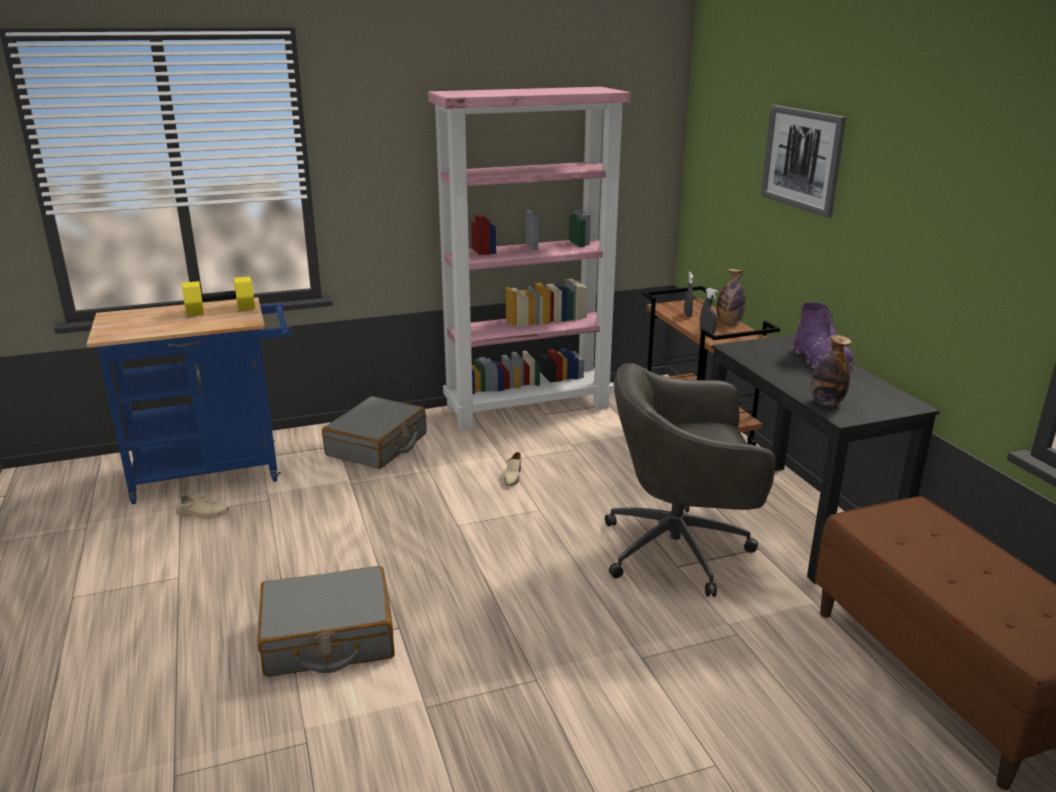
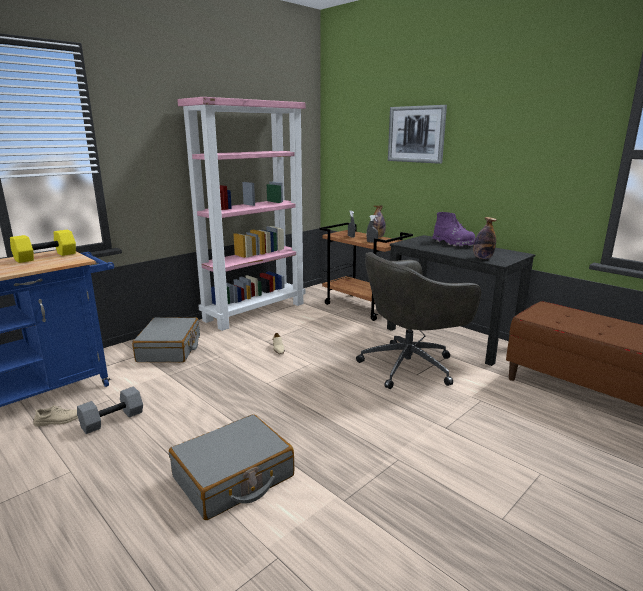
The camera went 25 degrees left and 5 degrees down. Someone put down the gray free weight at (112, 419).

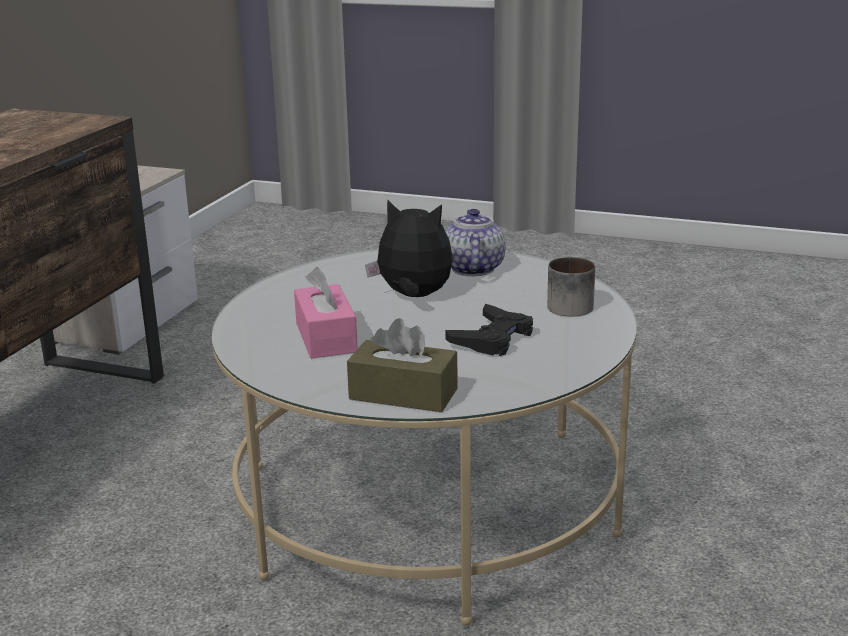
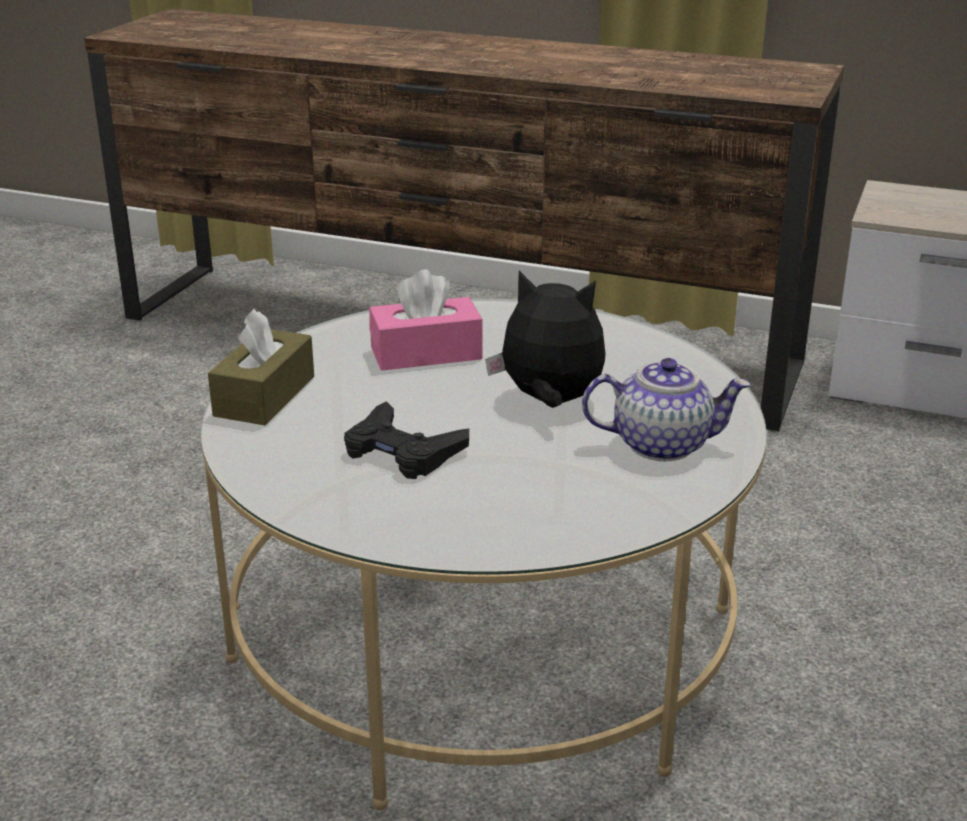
The camera went 90 degrees right and 5 degrees up. Someone took away the mug at (567, 305). Someone rotated the plush toy at (413, 297) by 90 degrees counterclockwise.

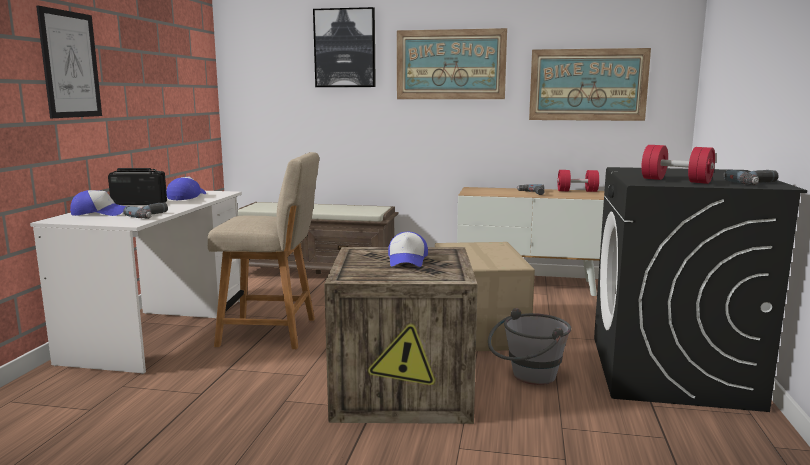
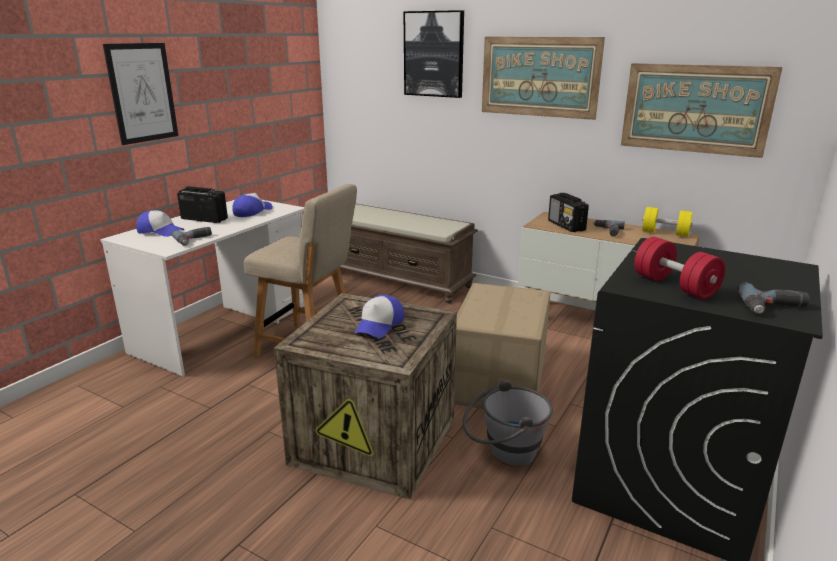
The camera went 20 degrees right and 10 degrees up. Someone put down the radio set at (566, 226). Someone repainted the reddish free weight at (577, 191), which became the yellow-coloured free weight at (665, 233).

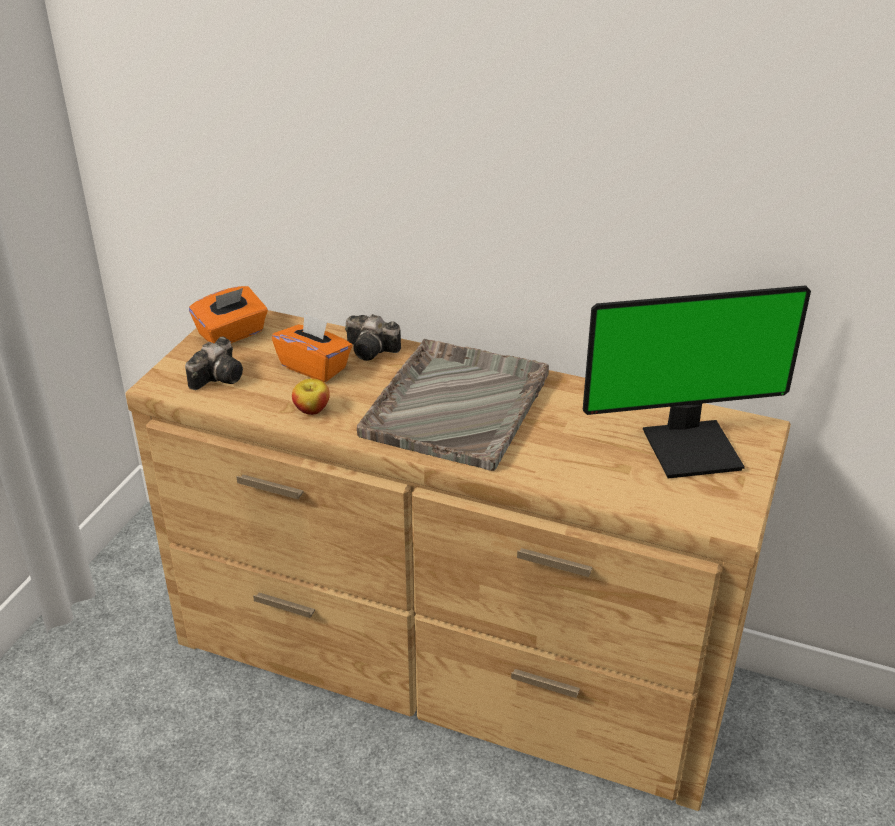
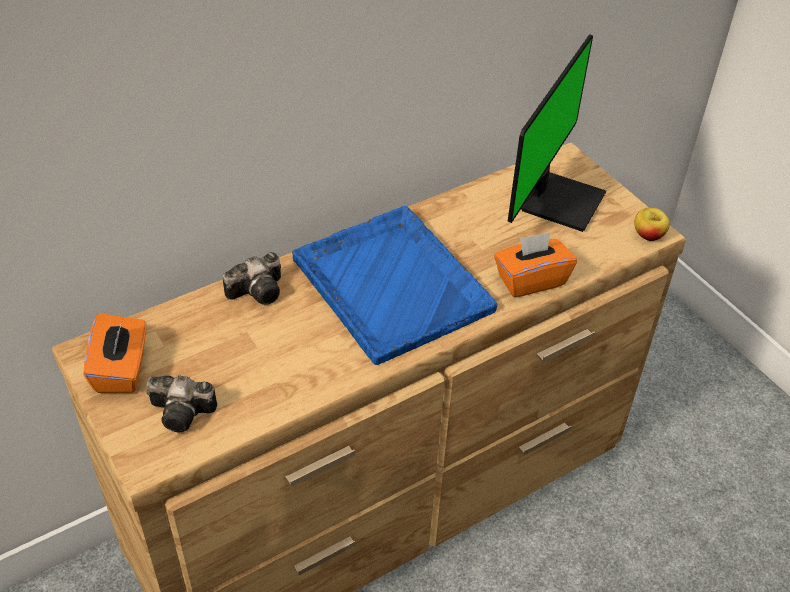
The camera went 55 degrees left and 10 degrees up. Someone carried the orange box of tissues from (314, 367) to (531, 280). Someone carried the apple from (312, 409) to (648, 235). Someone repainted the gray tray at (457, 404), which became the blue tray at (391, 283). Someone rotated the still camera at (219, 376) by 120 degrees clockwise.

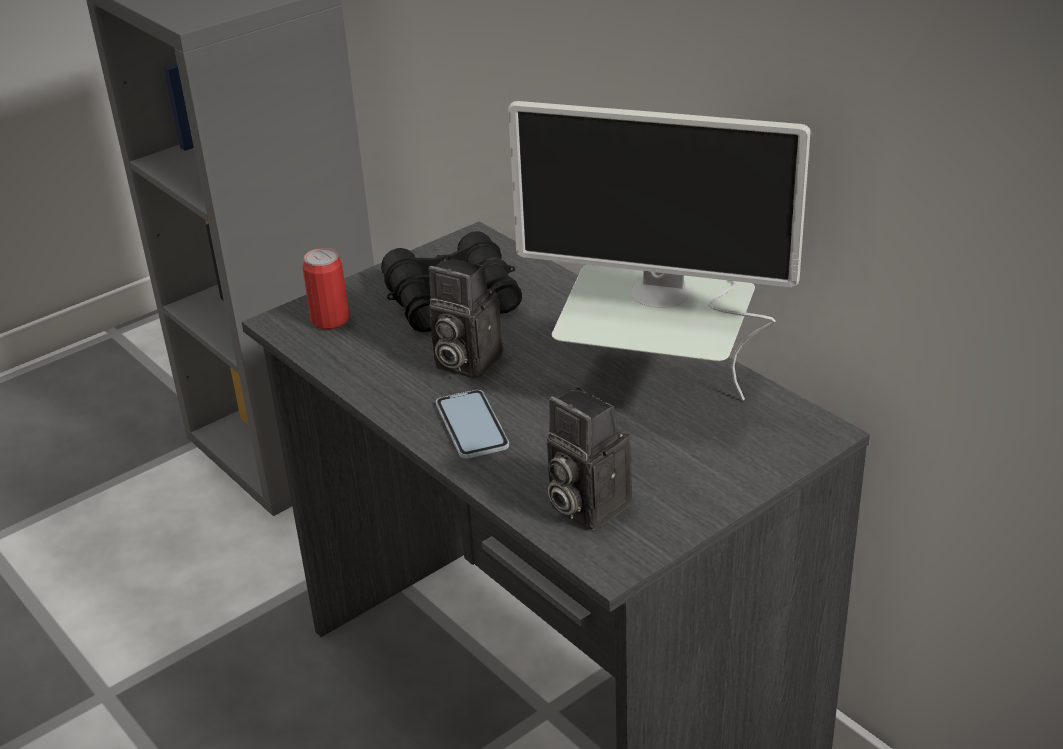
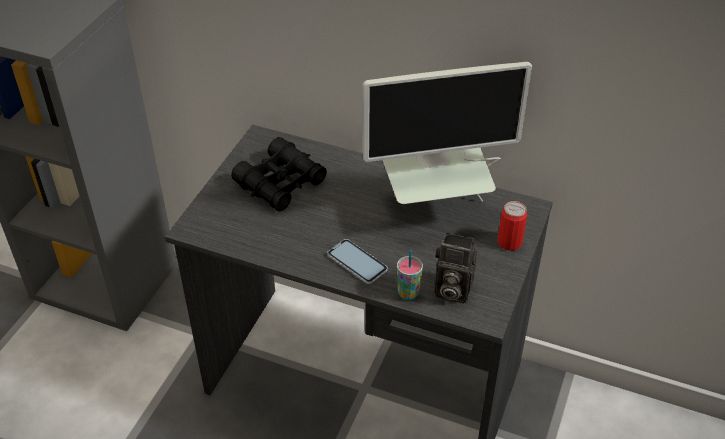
The camera went 30 degrees left and 10 degrees up. Someone took away the still camera at (463, 362). Someone put down the drinking cup at (408, 293). Someone carried the can from (330, 320) to (509, 242).

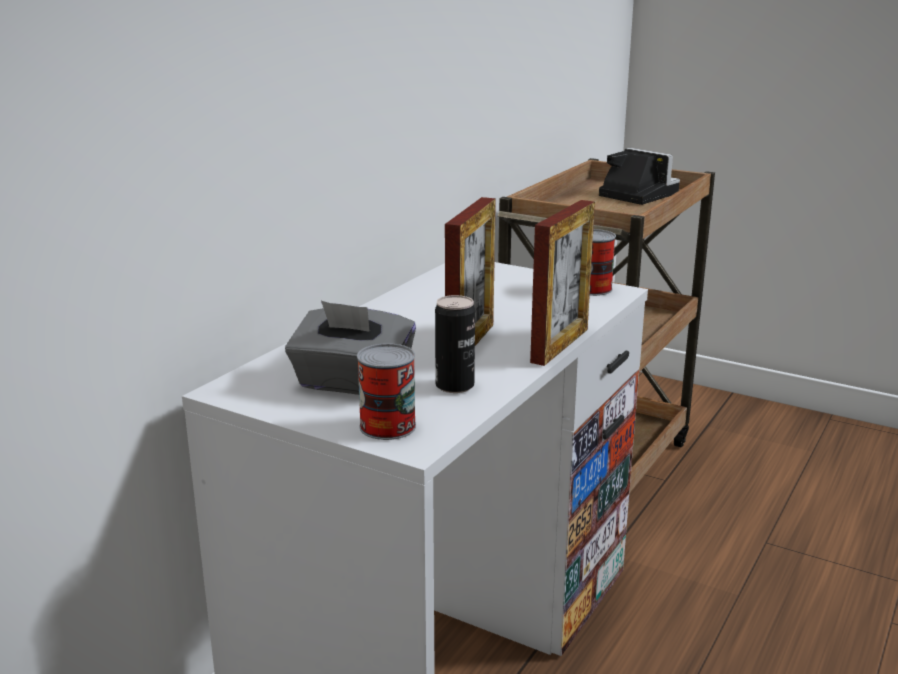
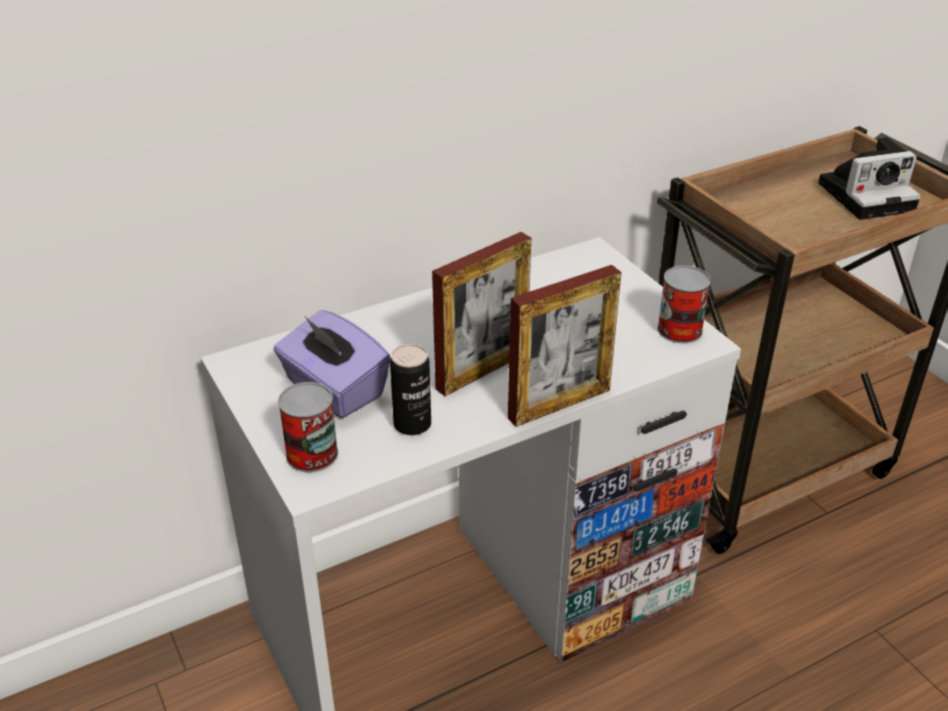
The camera went 30 degrees right and 15 degrees up. Someone repainted the gray box of tissues at (352, 383), which became the purplish box of tissues at (334, 390). Someone rotated the still camera at (635, 194) by 90 degrees clockwise.

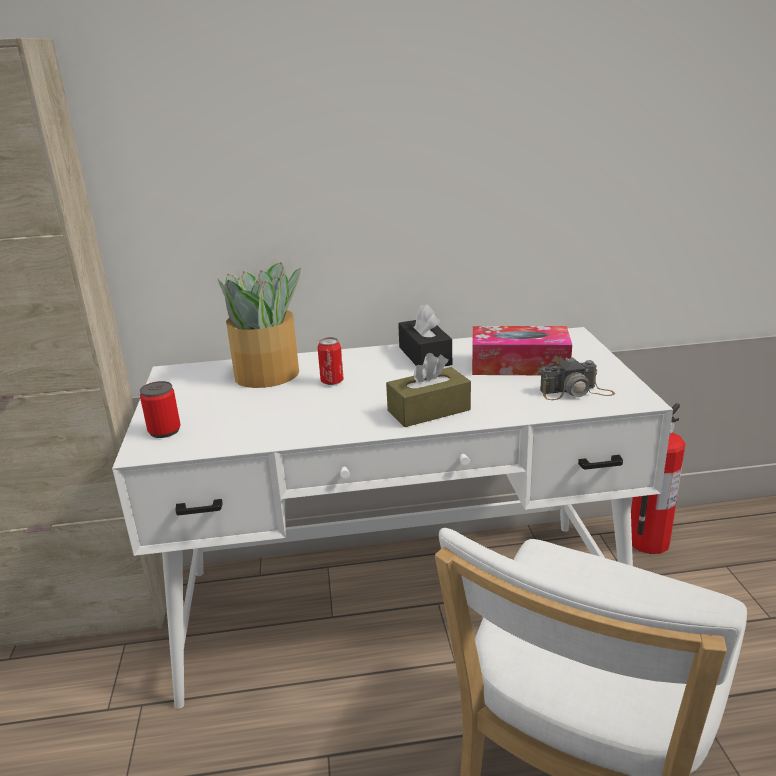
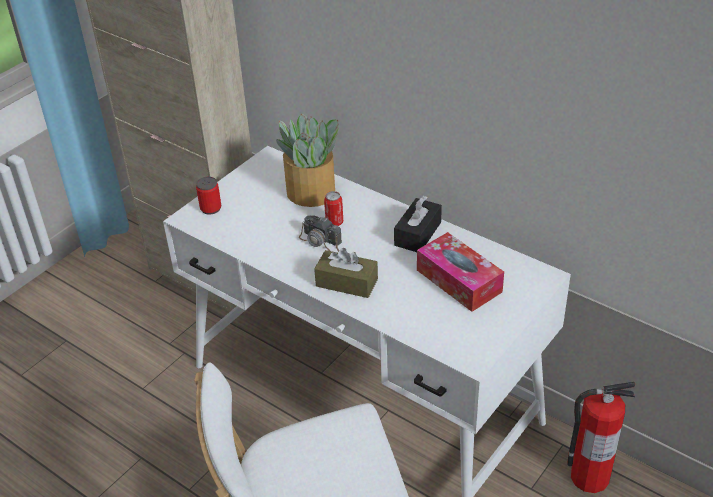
The camera went 45 degrees right and 15 degrees up. Someone carried the still camera from (576, 392) to (322, 242).

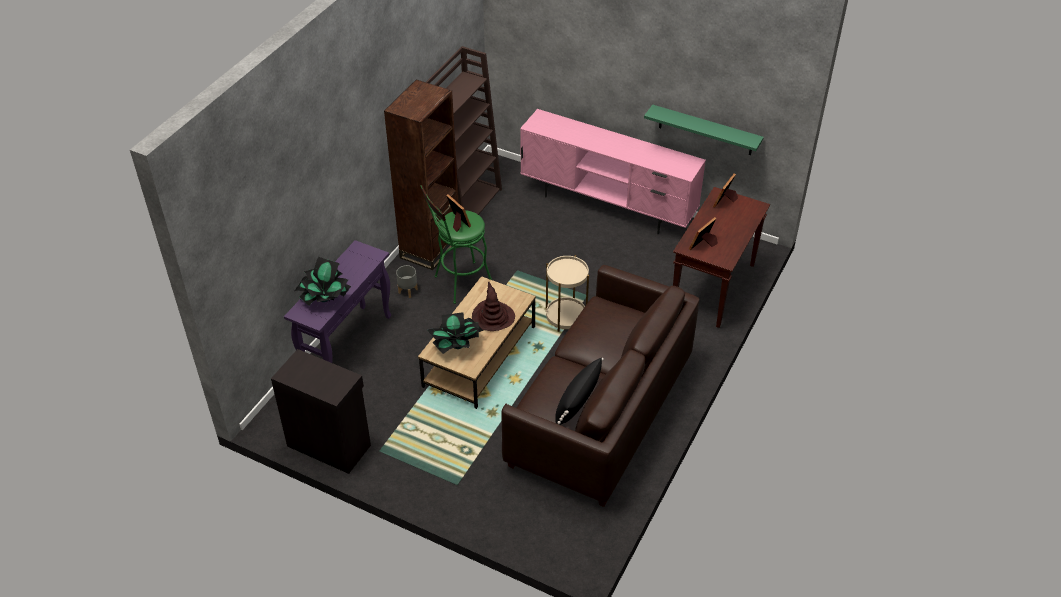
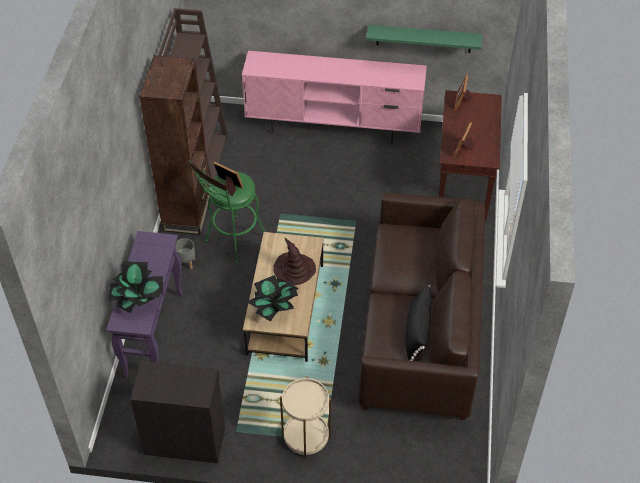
The camera went 20 degrees left and 5 degrees up. Someone carried the beige-coloured accent table from (566, 317) to (306, 437).

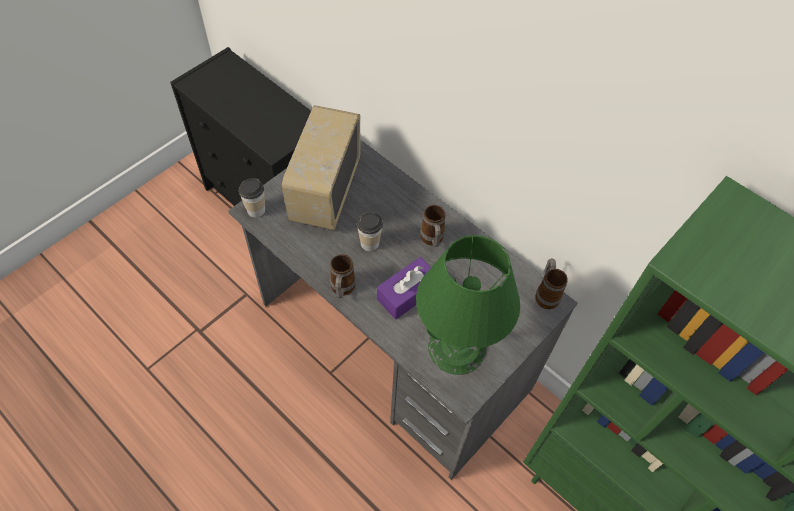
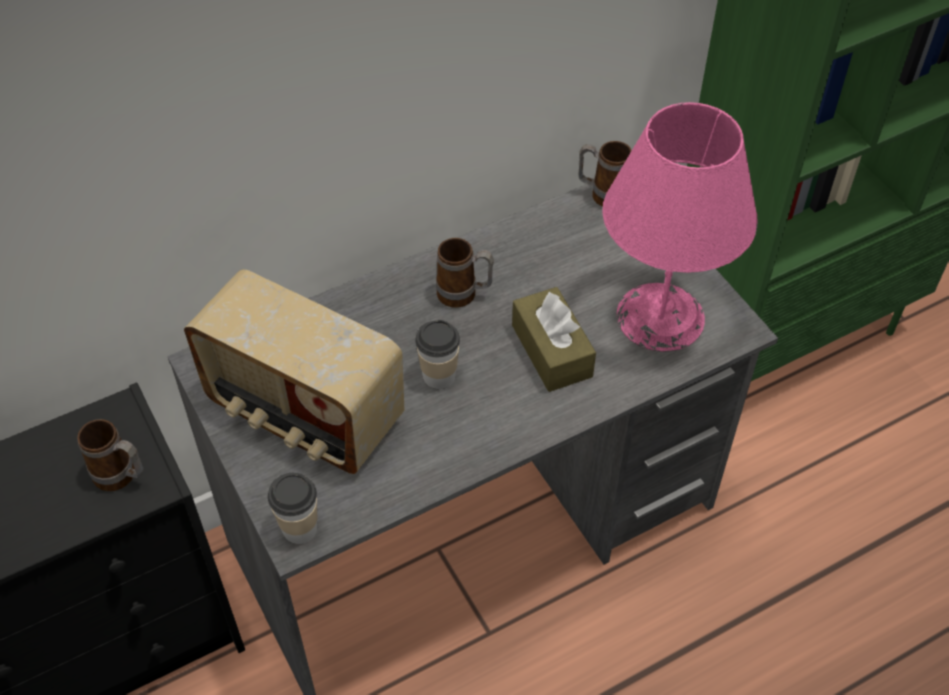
The camera went 70 degrees left and 5 degrees down. Someone carried the mug from (342, 290) to (121, 477). Someone repainted the purplish box of tissues at (407, 294), which became the brownish box of tissues at (551, 351). Someone repainted the green tabletop lamp at (457, 347), which became the pink-coloured tabletop lamp at (659, 316).

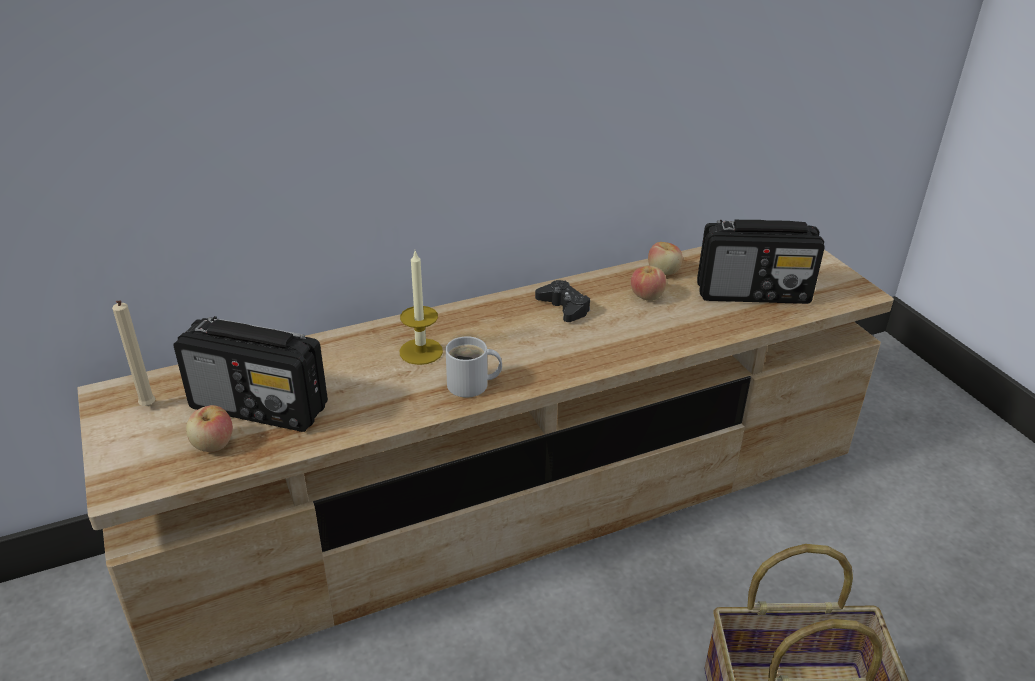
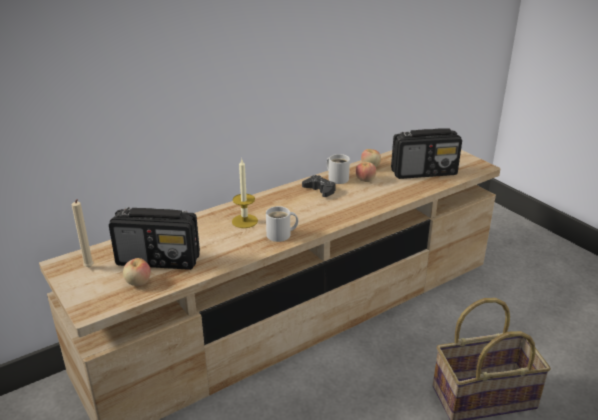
The camera went 10 degrees left and 5 degrees down. Someone put down the whitish mug at (337, 178).

